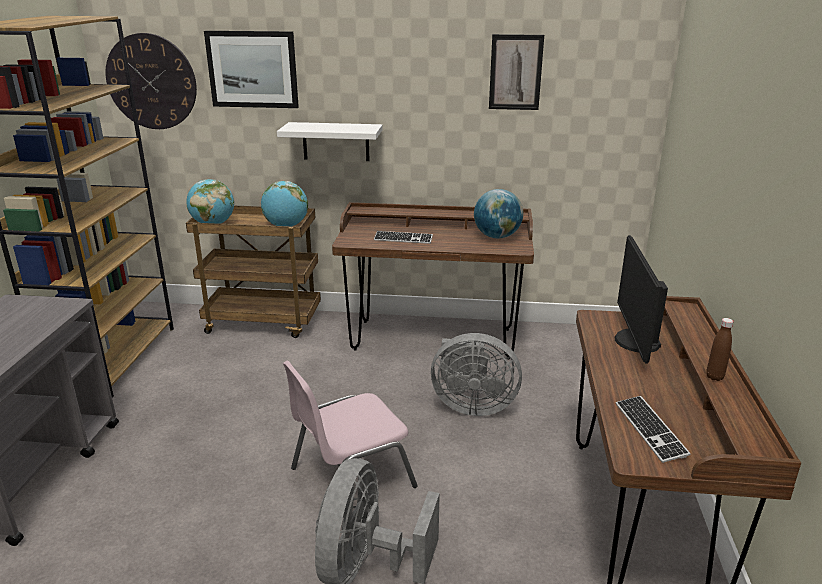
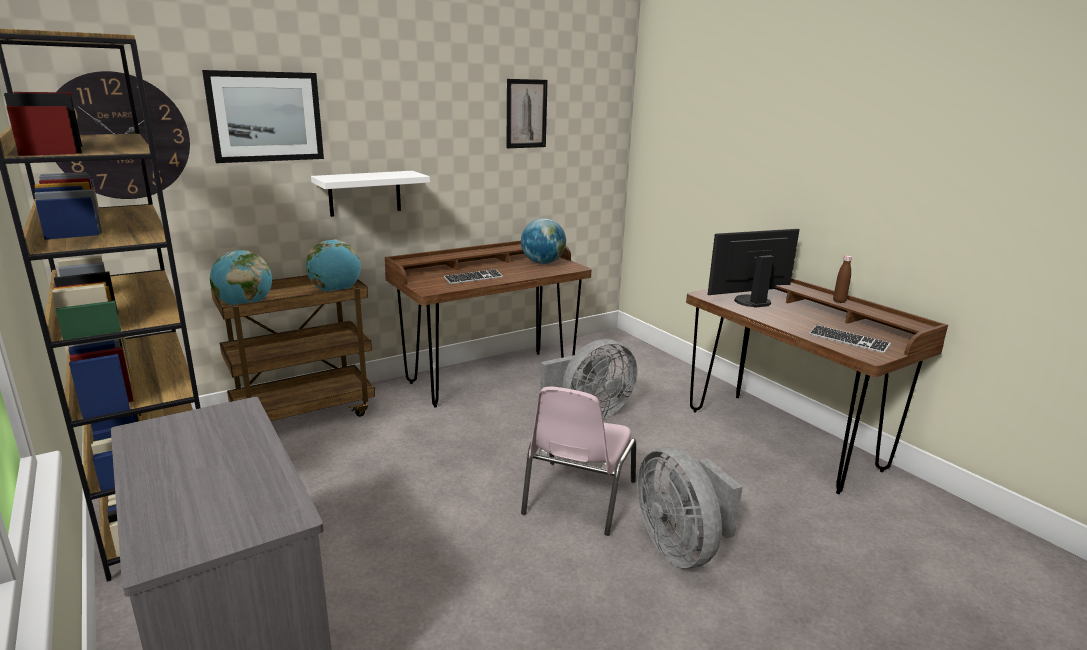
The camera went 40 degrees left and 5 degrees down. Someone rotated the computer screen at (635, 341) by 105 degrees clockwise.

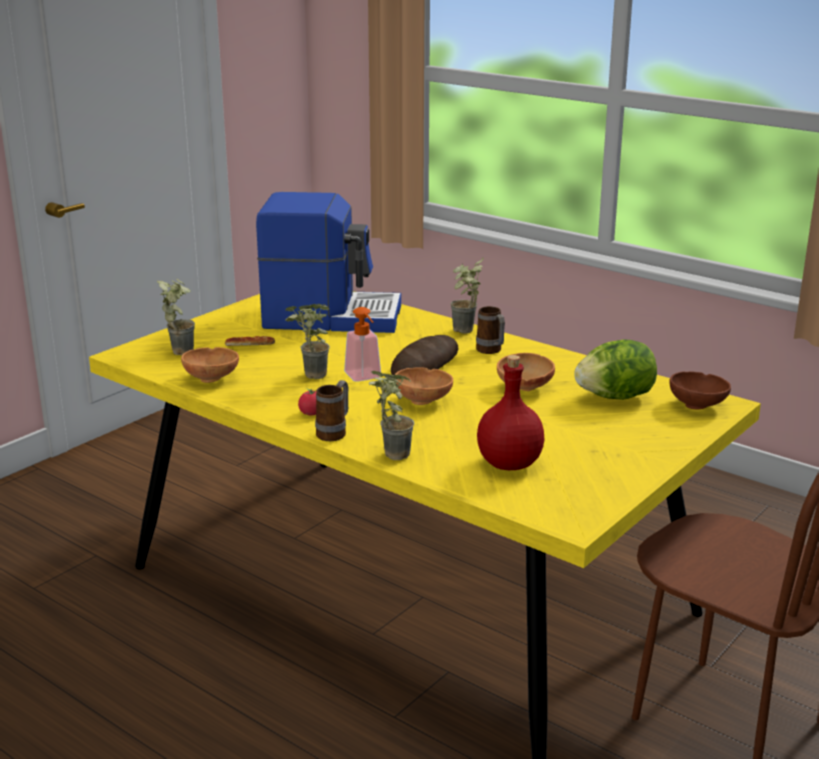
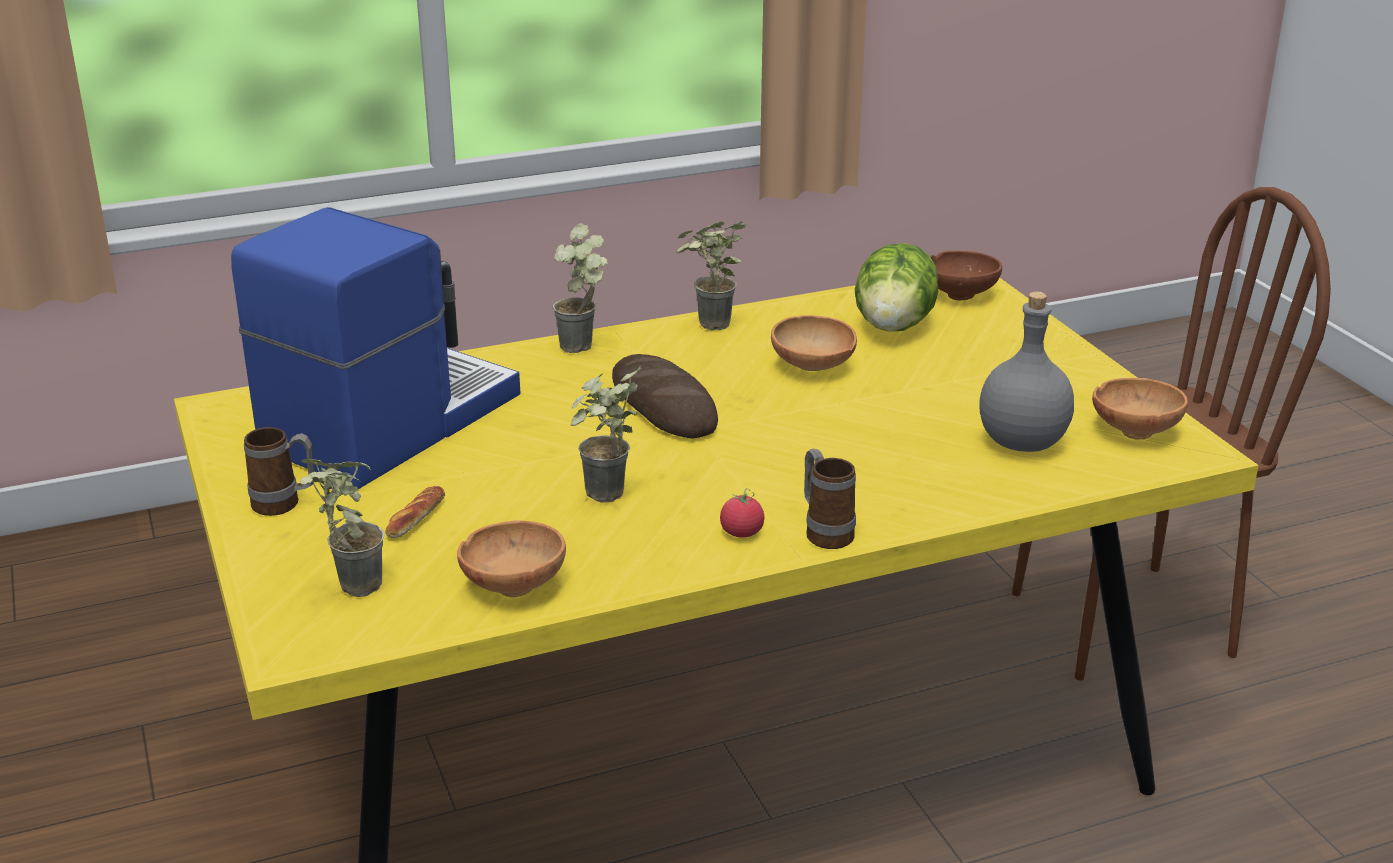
The camera went 60 degrees left and 5 degrees up. Someone took away the soap dispenser at (365, 378). Someone carried the houseplant from (389, 454) to (708, 327). Someone carried the brownish bowl from (424, 400) to (1135, 429). Someone carried the mug from (491, 351) to (285, 505). Someone repainted the reddish bottle at (509, 463), which became the gray bottle at (1020, 442).

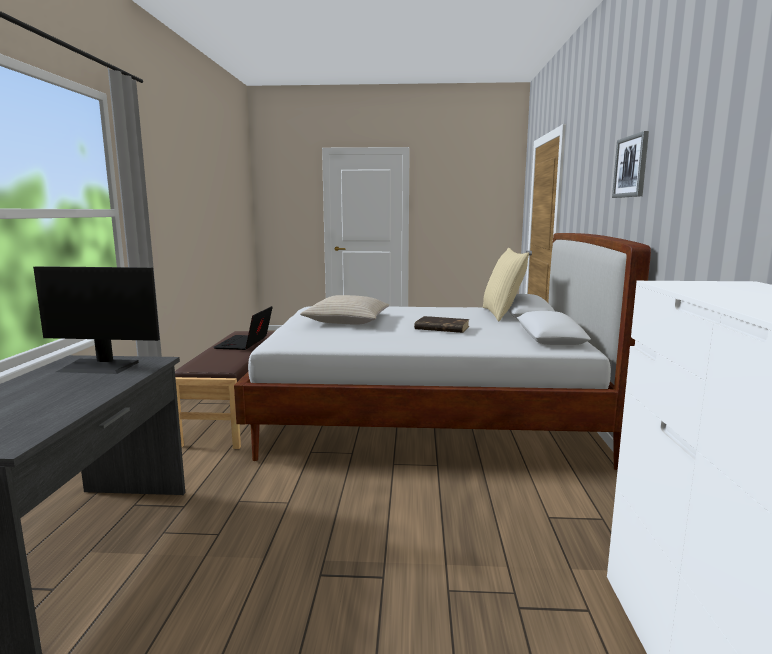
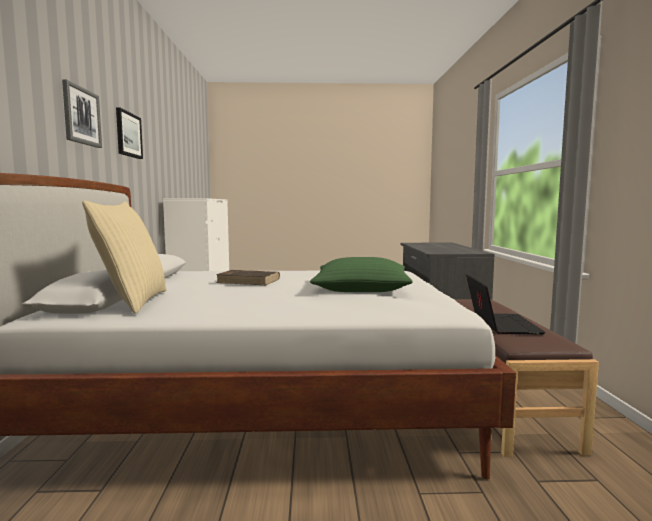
The camera went 175 degrees right and 5 degrees down. Someone took away the computer screen at (99, 366). Someone put up the wall art at (128, 134). Someone repainted the beige-coloured pillow at (347, 320), which became the green pillow at (361, 288).

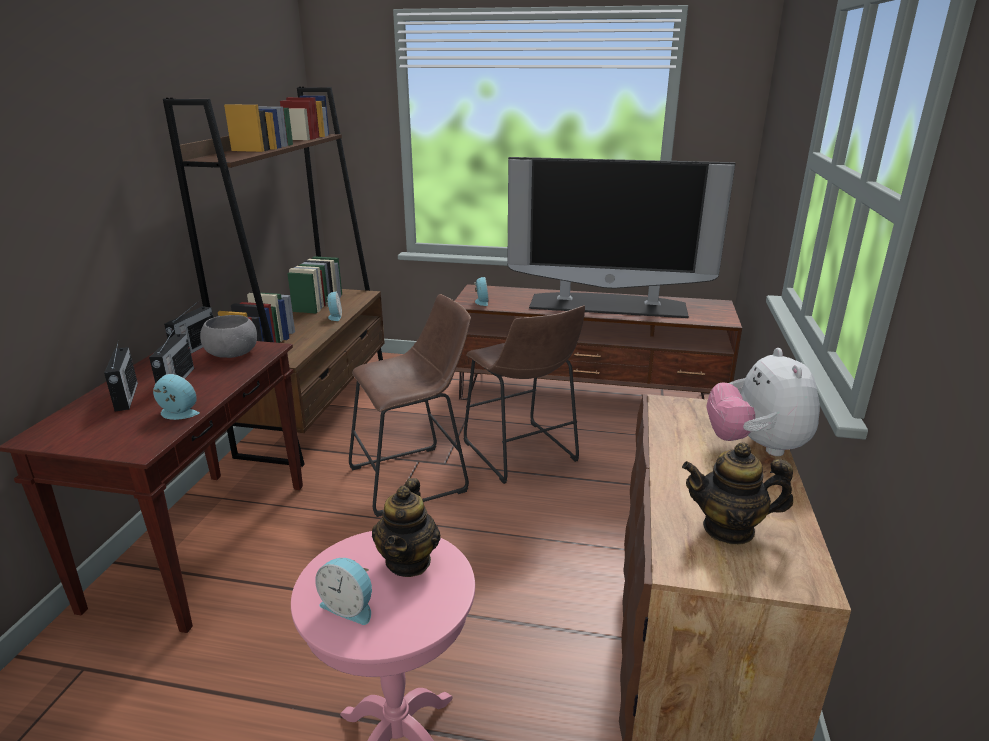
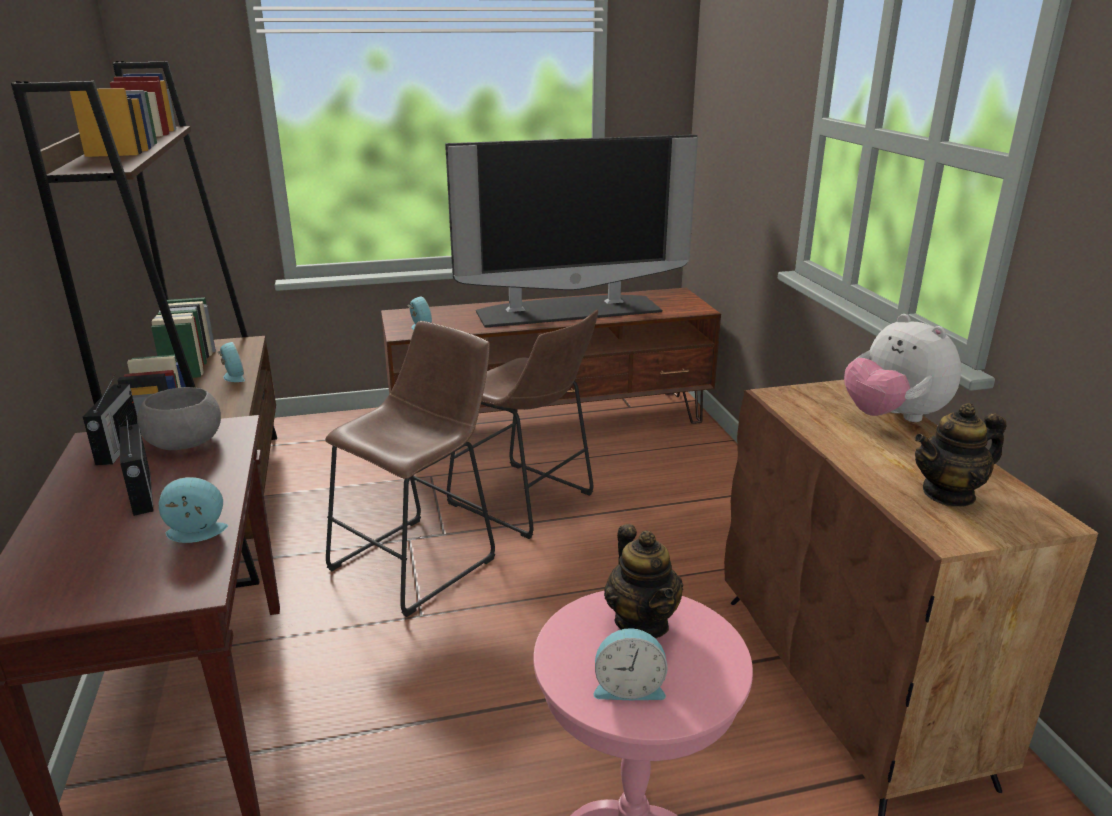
The camera went 25 degrees left and 0 degrees up. Someone took away the radio set at (126, 397).

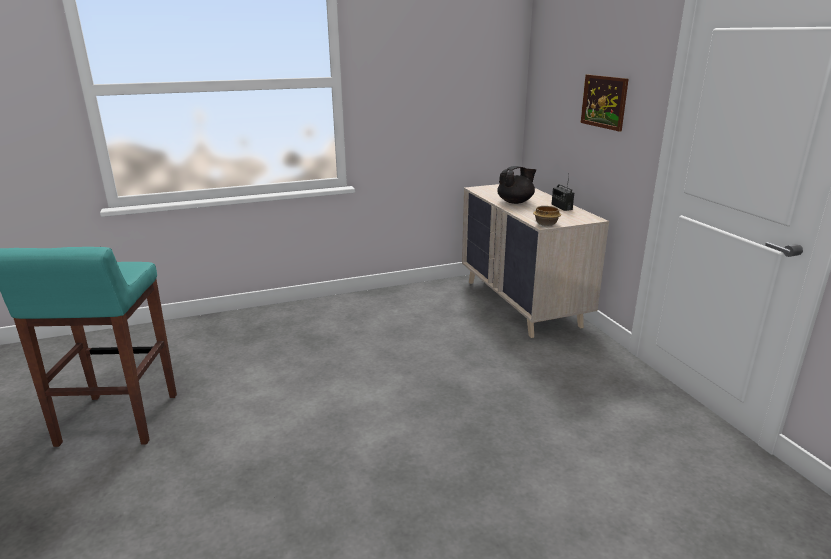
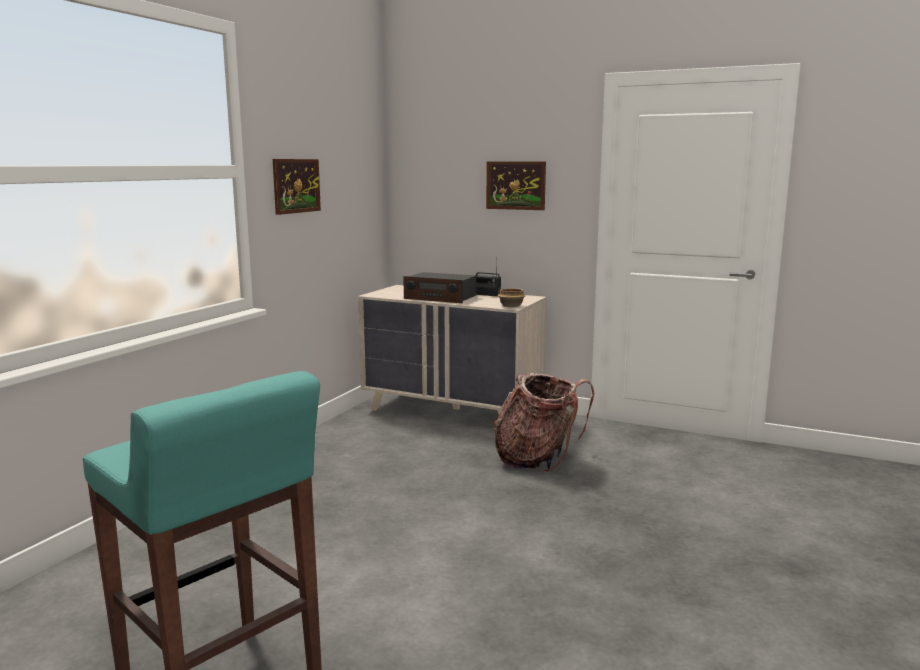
The camera went 45 degrees left and 10 degrees down. Someone put up the wall art at (296, 186). Someone put down the backpack at (537, 459). Someone swapped the black teapot at (515, 202) for the radio set at (440, 297).

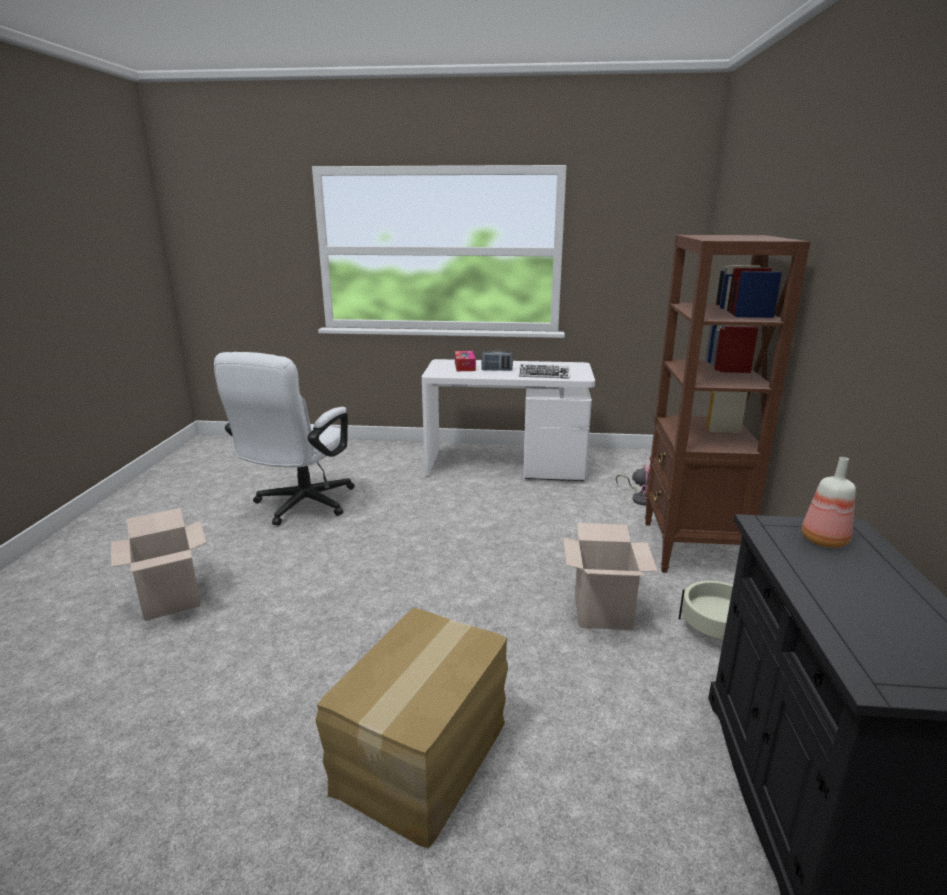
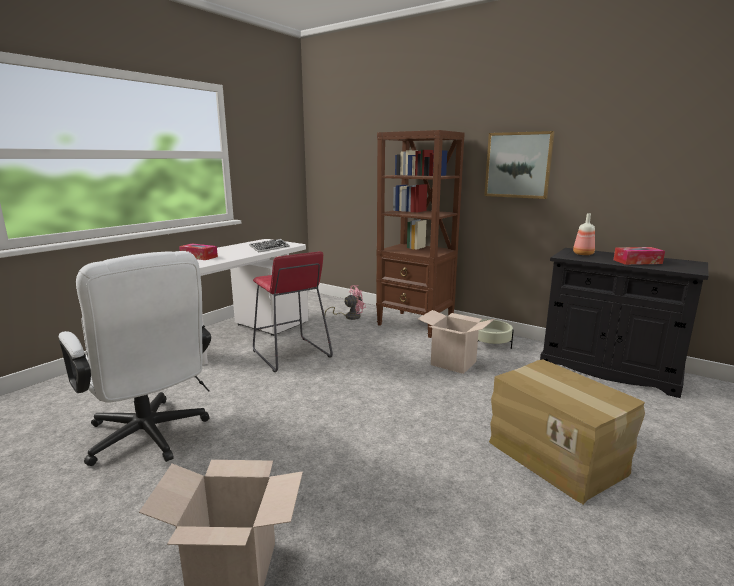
The camera went 60 degrees left and 5 degrees down. Someone took away the radio set at (496, 370). Someone put down the reddish stool at (291, 354). Someone put up the wall art at (518, 165). Someone put down the box of tissues at (637, 262).

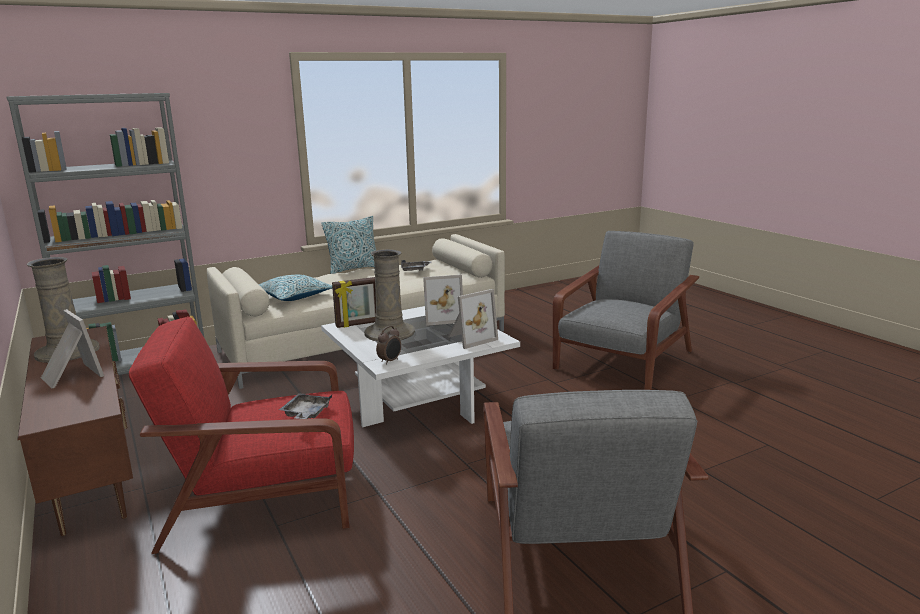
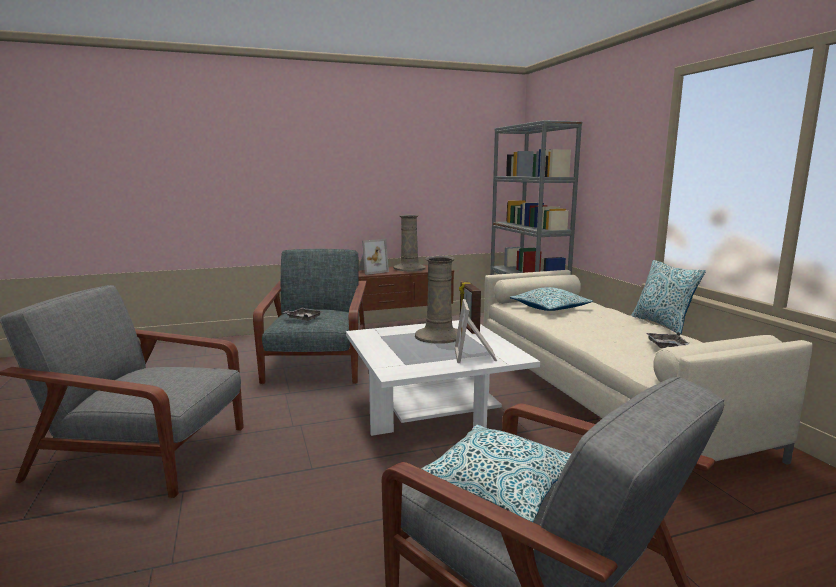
The camera went 100 degrees right and 5 degrees down. Someone took away the table clock at (390, 361). Someone took away the photo frame at (470, 338). Someone put down the pillow at (498, 486). Someone repainted the reddish armchair at (265, 496), which became the gray armchair at (317, 364).

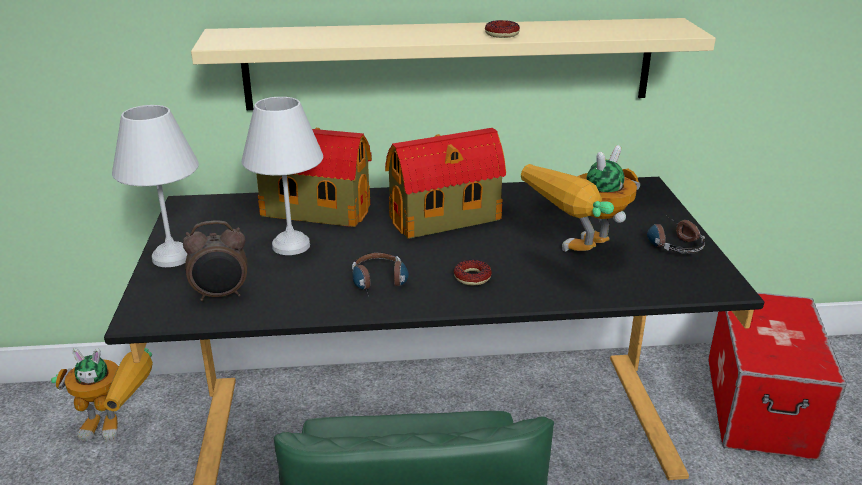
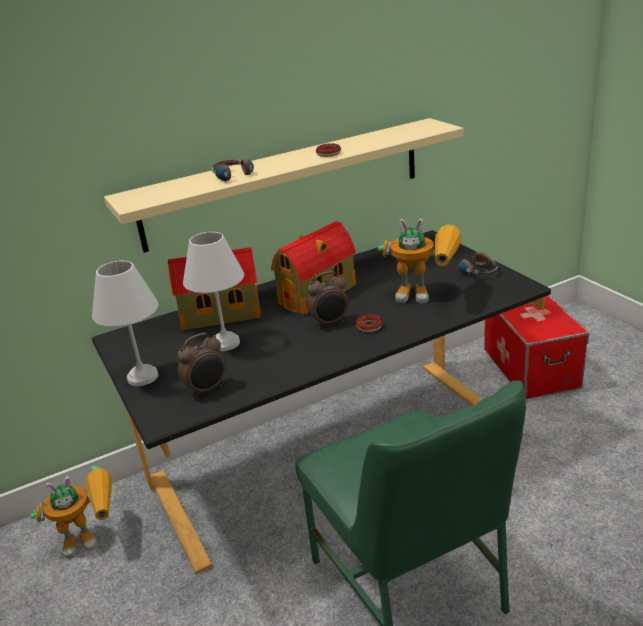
The camera went 20 degrees left and 0 degrees up. Someone put down the table clock at (330, 323). Someone carried the headphones from (380, 284) to (235, 177). Someone rotated the robot figure at (580, 258) by 105 degrees counterclockwise.

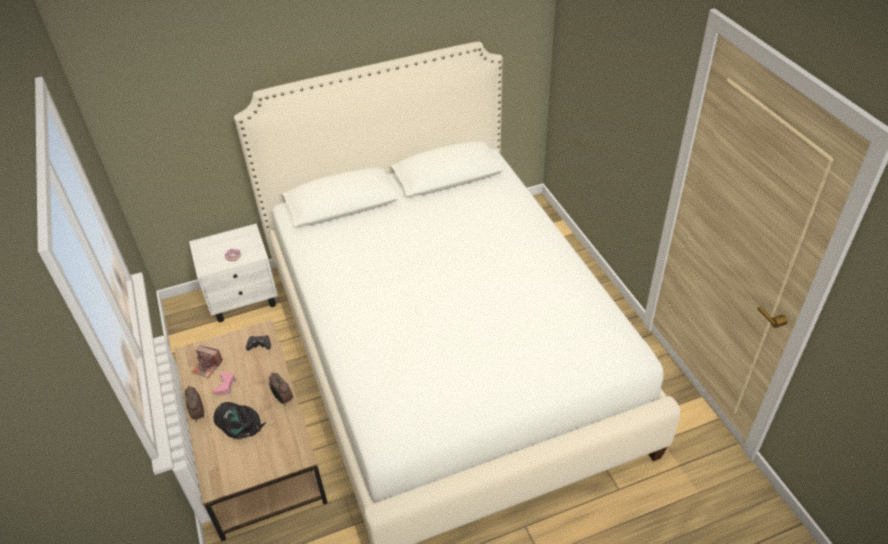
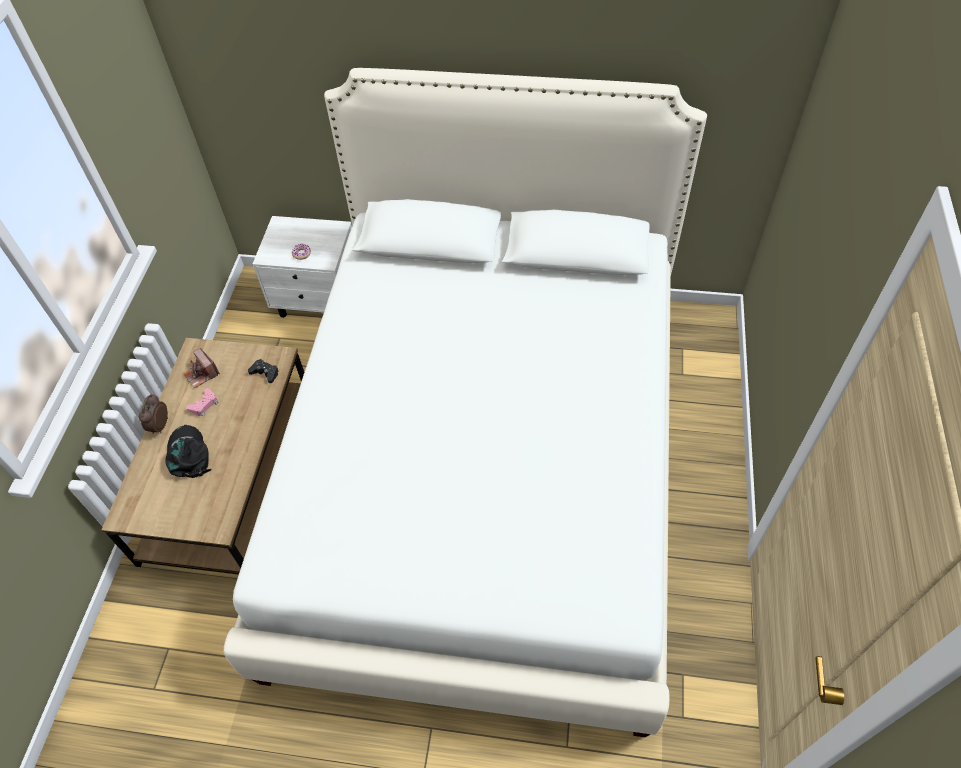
The camera went 30 degrees right and 10 degrees up. Someone took away the table clock at (283, 399).

